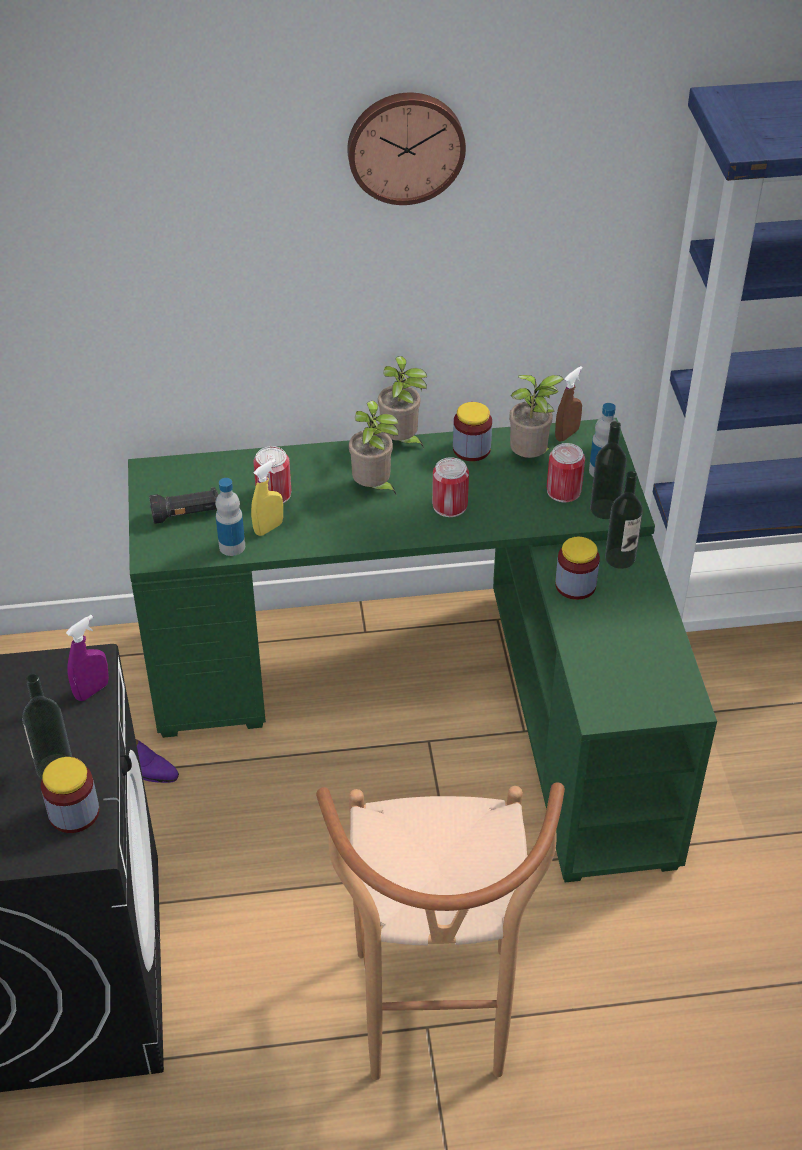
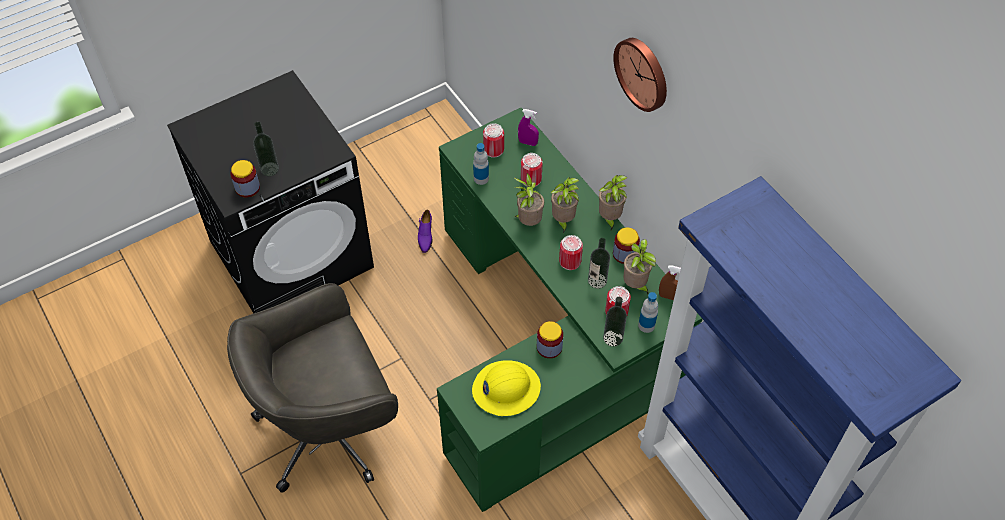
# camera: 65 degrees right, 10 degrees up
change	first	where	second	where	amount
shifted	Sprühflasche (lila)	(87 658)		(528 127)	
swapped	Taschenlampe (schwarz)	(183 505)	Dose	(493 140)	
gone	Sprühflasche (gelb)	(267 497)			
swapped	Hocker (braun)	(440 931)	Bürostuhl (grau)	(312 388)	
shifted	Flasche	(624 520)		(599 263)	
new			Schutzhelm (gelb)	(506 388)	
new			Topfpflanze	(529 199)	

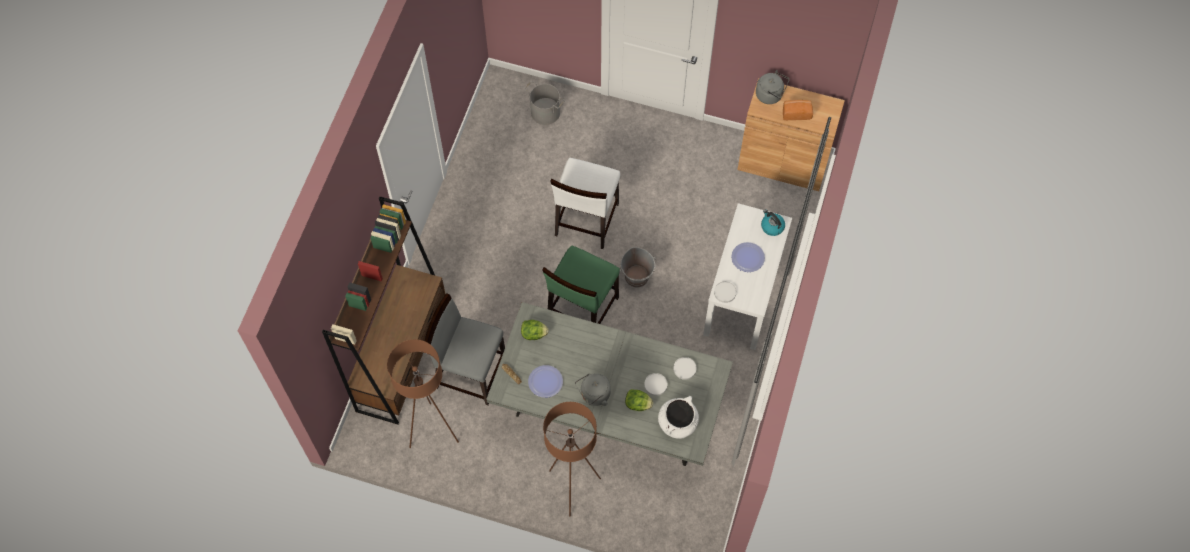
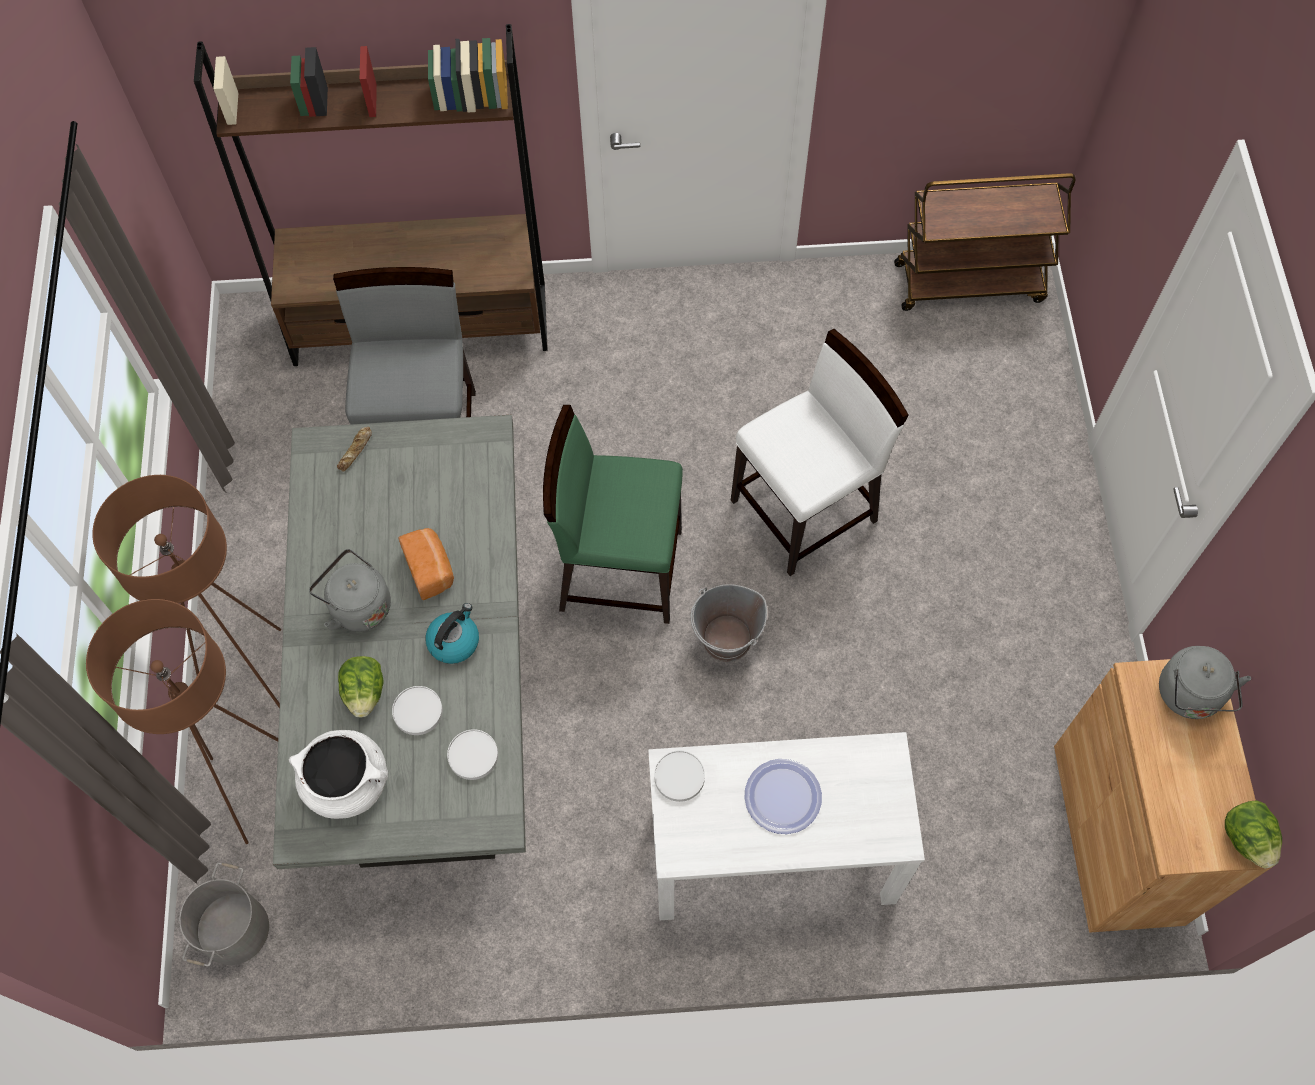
# camera: 70 degrees right, 0 degrees up
change	first	where	second	where	amount
shifted	Stehlampe (braun)	(423 393)		(182 721)	
shifted	Salatkopf	(535 330)		(1253 834)	
shifted	Eimer (grau)	(545 103)		(224 915)	
gone	Teller	(545 381)			
rotated	Stuhl (weiß)	(585 203)		(820 452)	150 degrees clockwise
shifted	Wasserkessel	(773 222)		(452 633)	
shifted	Brot	(798 110)		(426 564)	
new			Rollwagen (braun)	(985 242)	

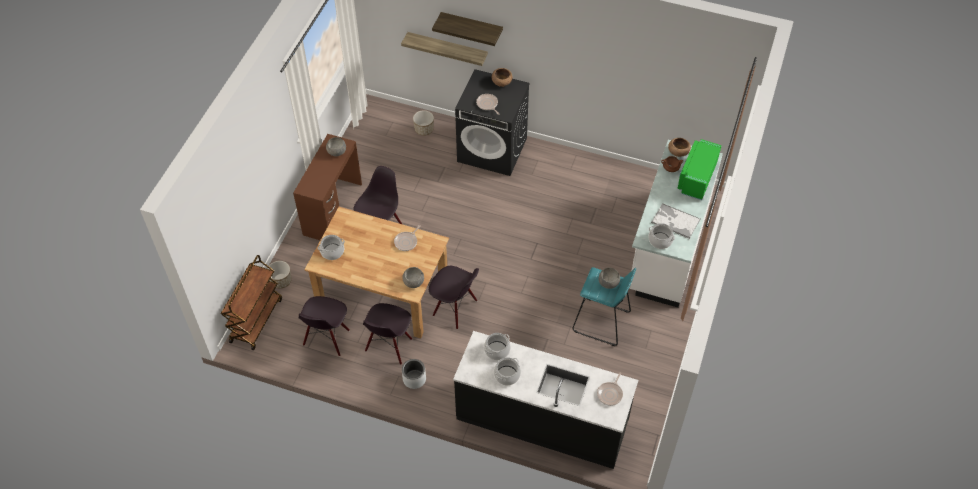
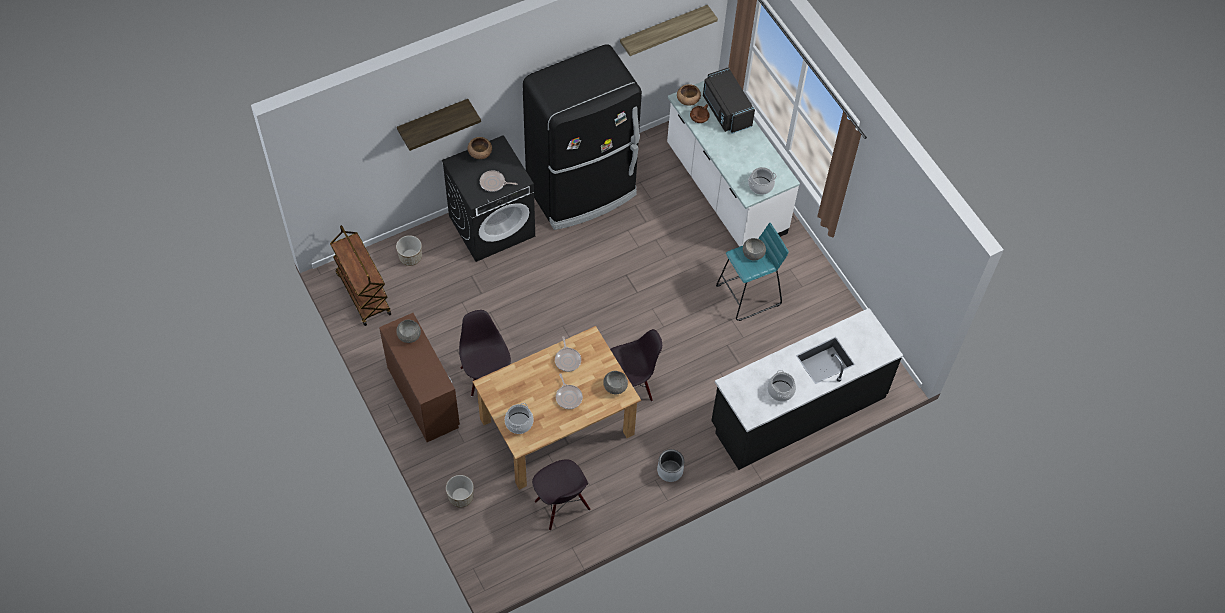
# camera: 50 degrees left, 5 degrees up
change	first	where	second	where	amount
shifted	Rollwagen (braun)	(251 302)		(360 275)	
gone	Stuhl (schwarz)	(387 334)			
shifted	Wandregal	(444 49)		(669 30)	
gone	Kochtopf	(497 346)			
shifted	Pfanne	(610 389)		(569 391)	
gone	Tablett	(676 221)			
repainted	Mikrowelle (grün)	(699 169)	Mikrowelle (schwarz)	(729 100)	
new			Kühlschrank (schwarz)	(582 137)	

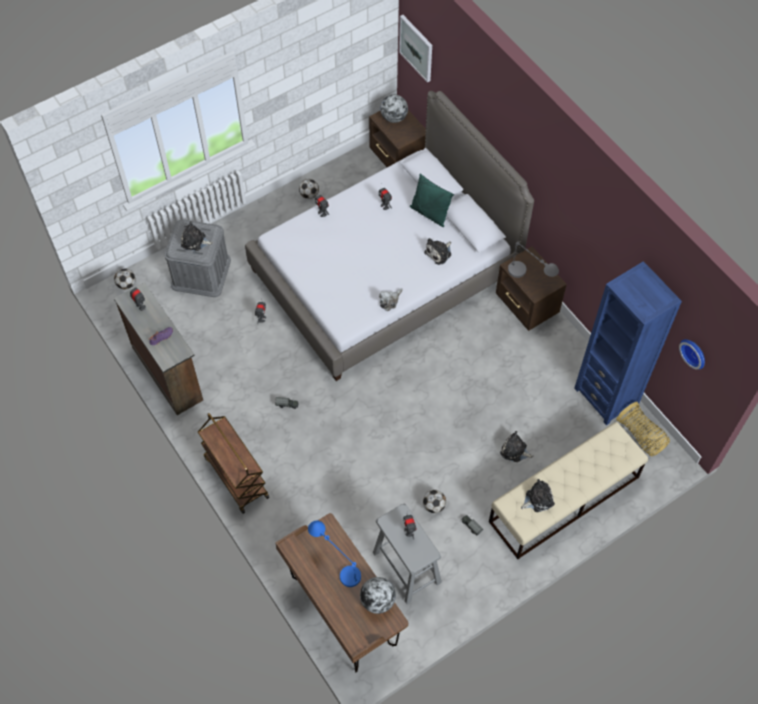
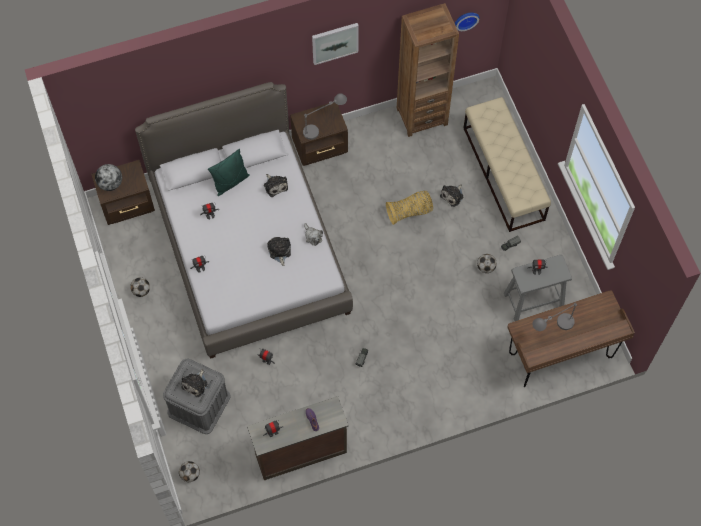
# camera: 75 degrees left, 5 degrees up
change	first	where	second	where	amount
gone	Rollwagen (braun)	(233 463)			
repainted	Tischlampe (blau)	(334 554)	Tischlampe (grau)	(554 317)	
gone	Globus	(378 595)			
shifted	Bild	(415 49)		(335 44)	
shifted	Plüschtier	(538 495)		(279 251)	
repainted	Bücherregal (blau)	(628 343)	Bücherregal (braun)	(428 70)	
shifted	Korb	(643 429)		(409 208)	

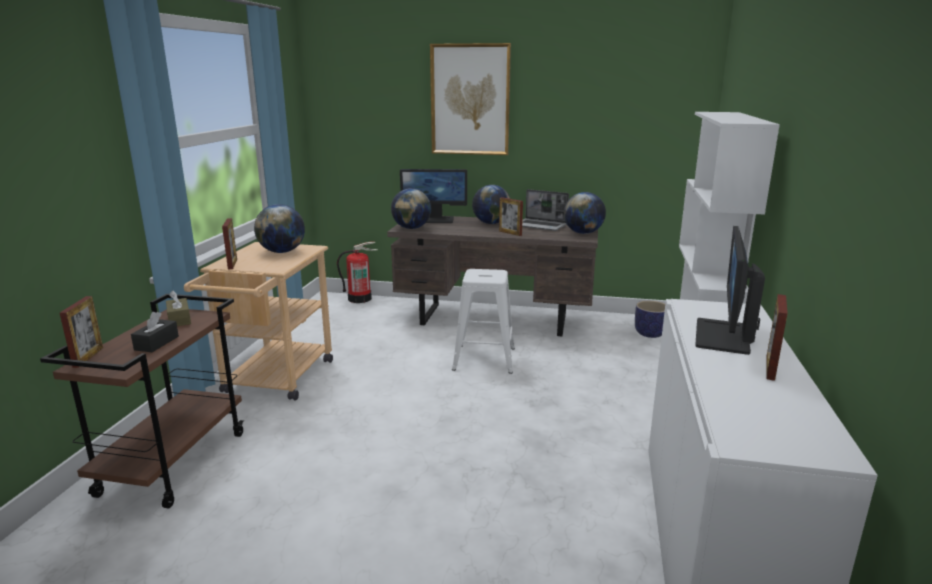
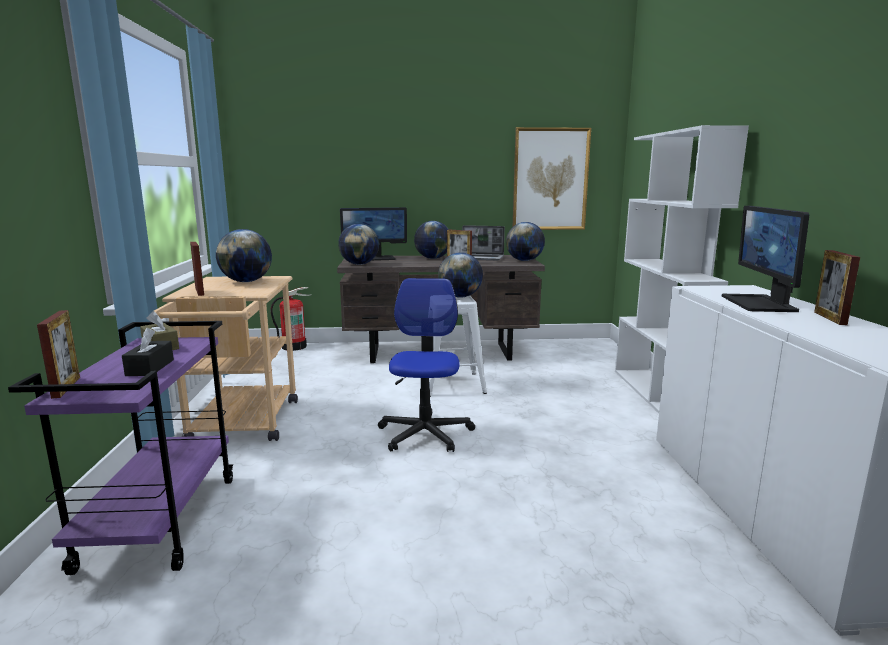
# camera: 15 degrees left, 5 degrees down
change	first	where	second	where	amount
repainted	Rollwagen (braun)	(142 401)	Rollwagen (lila)	(120 448)	
shifted	Bild	(470 99)		(552 178)	
gone	Pflanzkübel	(650 319)			
new			Bürostuhl	(426 365)	
new			Globus	(460 275)	

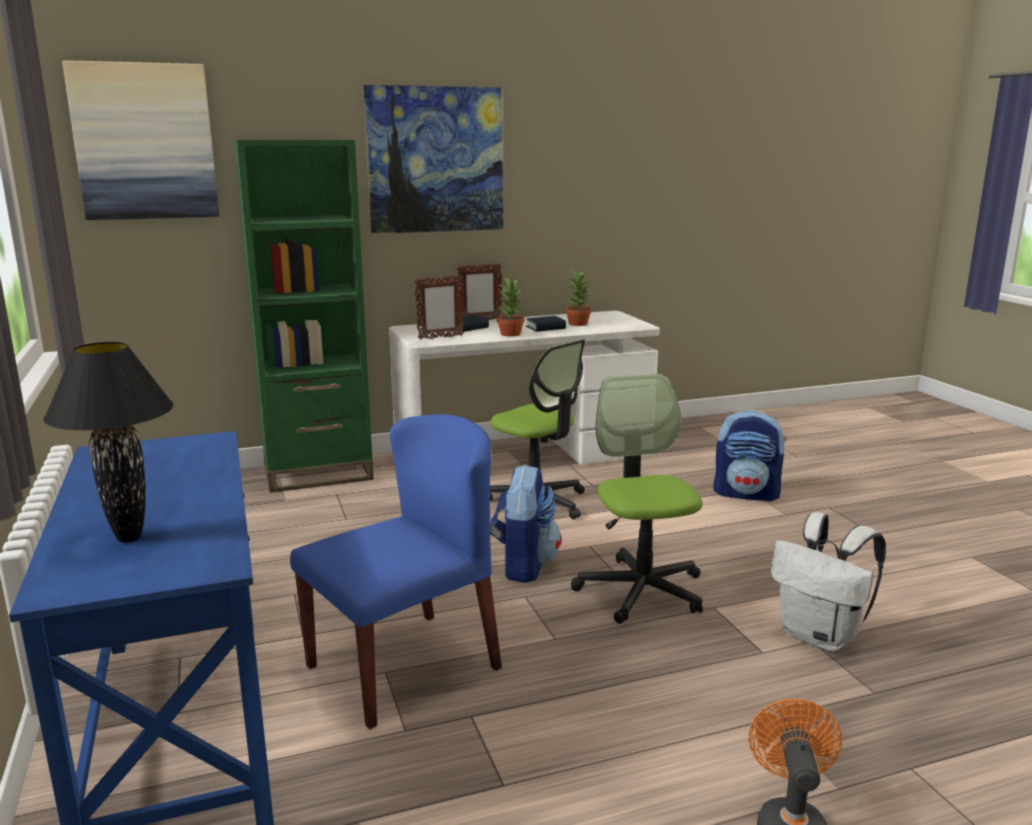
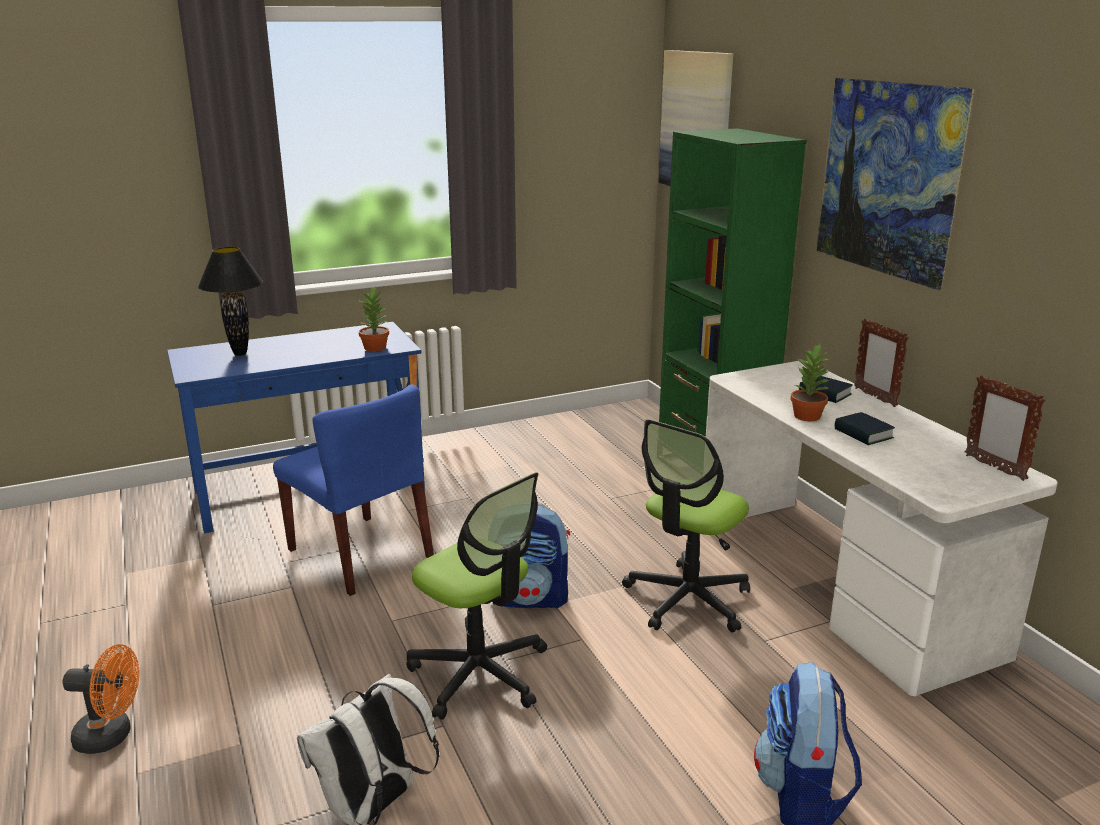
# camera: 85 degrees right, 5 degrees up
change	first	where	second	where	amount
shifted	Bilderrahmen	(439 307)		(1005 428)	
shifted	Topfpflanze	(579 298)		(373 318)	
rotated	Bürostuhl	(637 499)		(476 596)	60 degrees clockwise

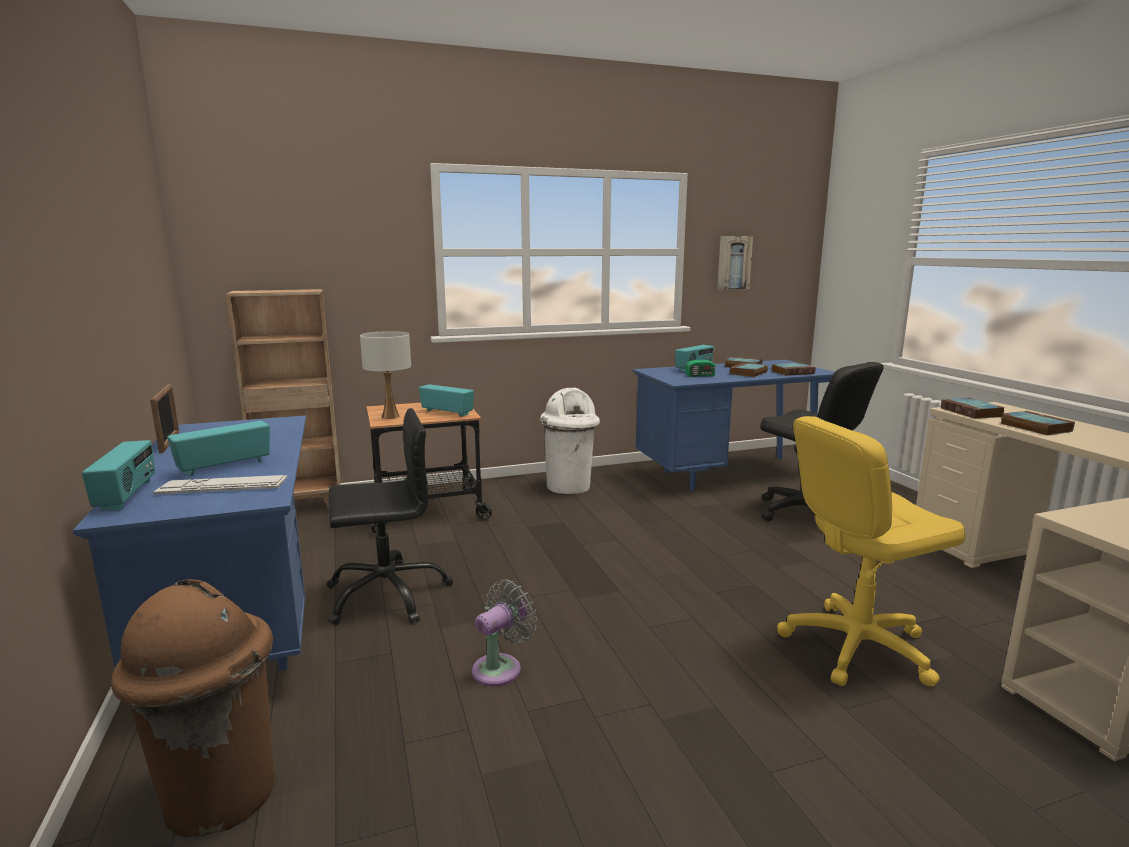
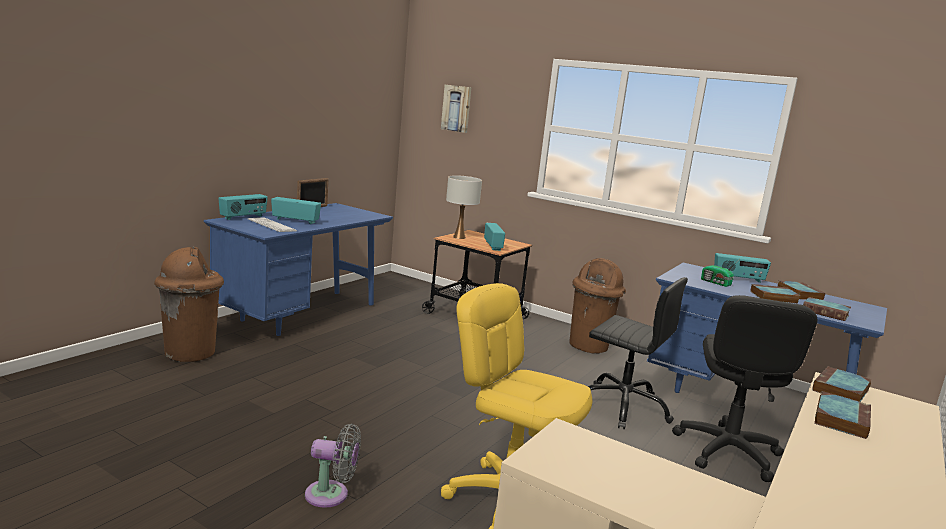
# camera: 50 degrees right, 0 degrees up
change	first	where	second	where	amount
gone	Bücherregal (braun)	(283 399)			
shifted	Bürostuhl (schwarz)	(390 516)		(638 353)	
shifted	Ventilator (grau)	(504 633)		(333 466)	
repainted	Mülleimer (weiß)	(570 441)	Mülleimer (braun)	(597 306)	
shifted	Bild	(735 263)		(456 109)	

